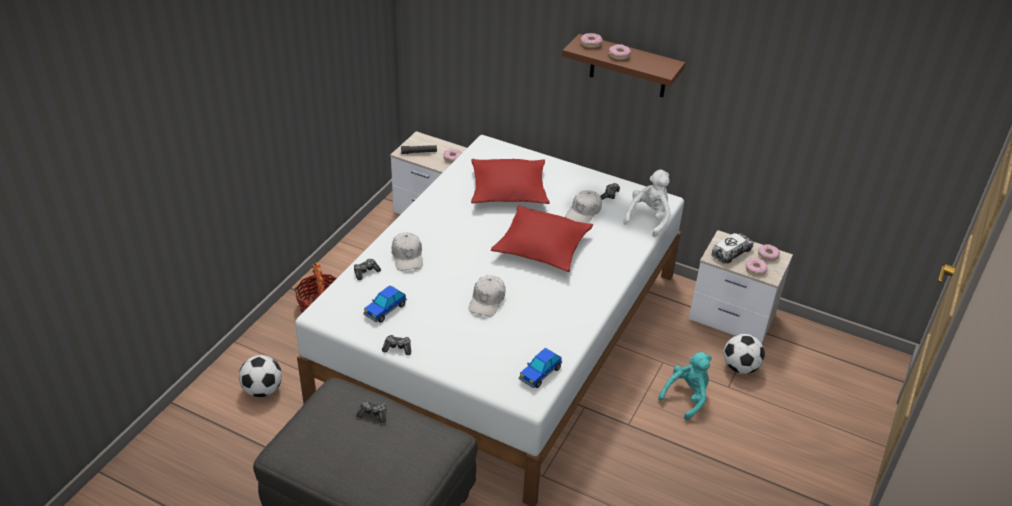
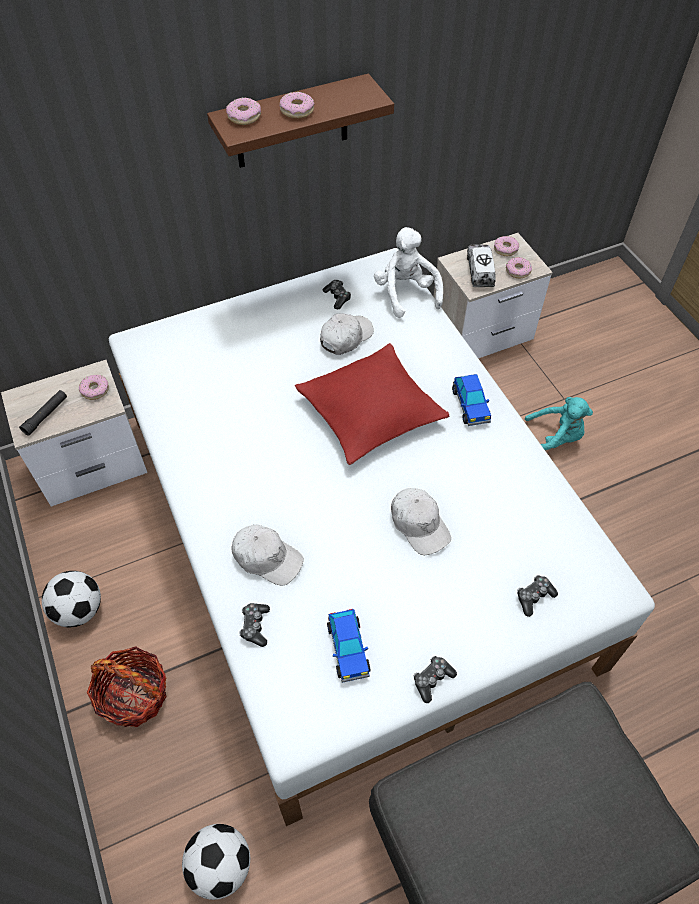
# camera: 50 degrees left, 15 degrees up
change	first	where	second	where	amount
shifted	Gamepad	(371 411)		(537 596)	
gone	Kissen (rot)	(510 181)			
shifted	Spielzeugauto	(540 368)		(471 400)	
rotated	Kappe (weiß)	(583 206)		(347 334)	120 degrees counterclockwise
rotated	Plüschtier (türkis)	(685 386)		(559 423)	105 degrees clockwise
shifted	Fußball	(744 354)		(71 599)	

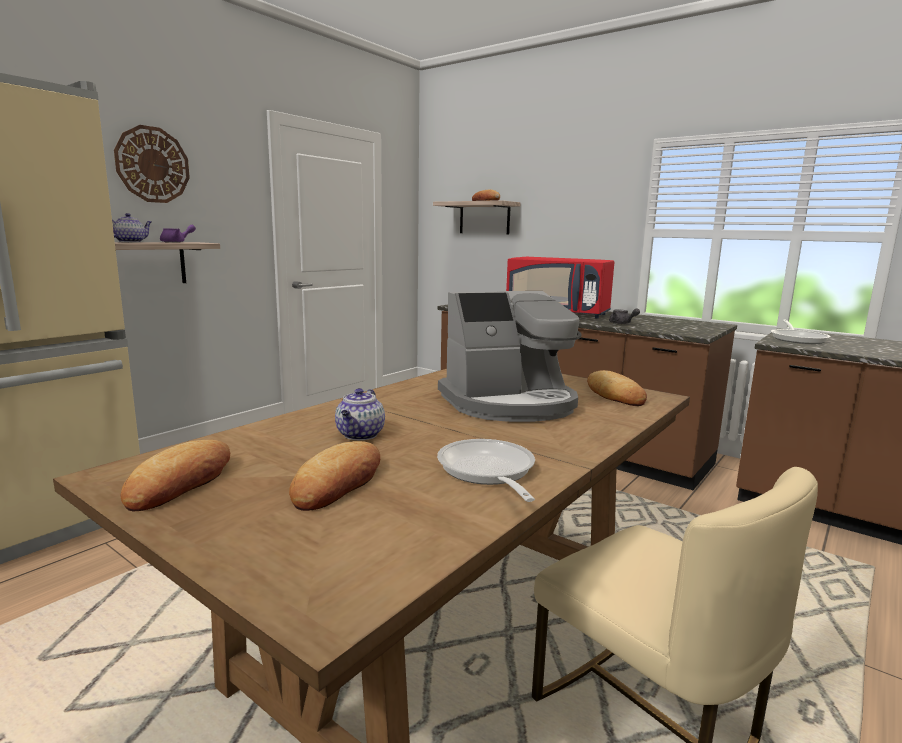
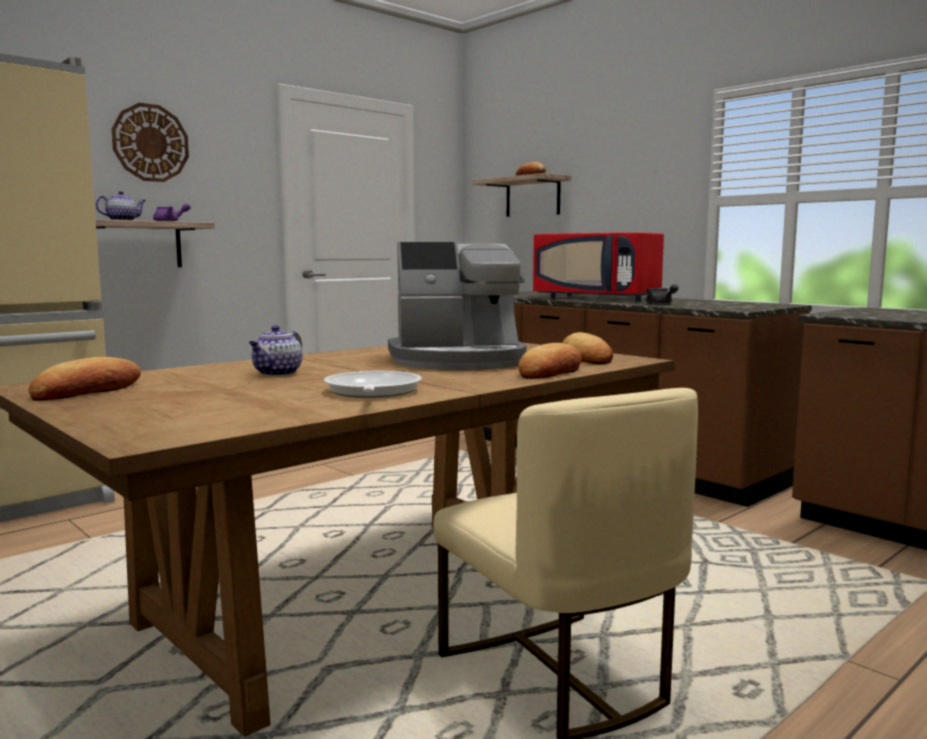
# camera: 10 degrees right, 5 degrees down
change	first	where	second	where	amount
shifted	Brot	(334 476)		(550 361)	
gone	Pfanne	(801 332)			

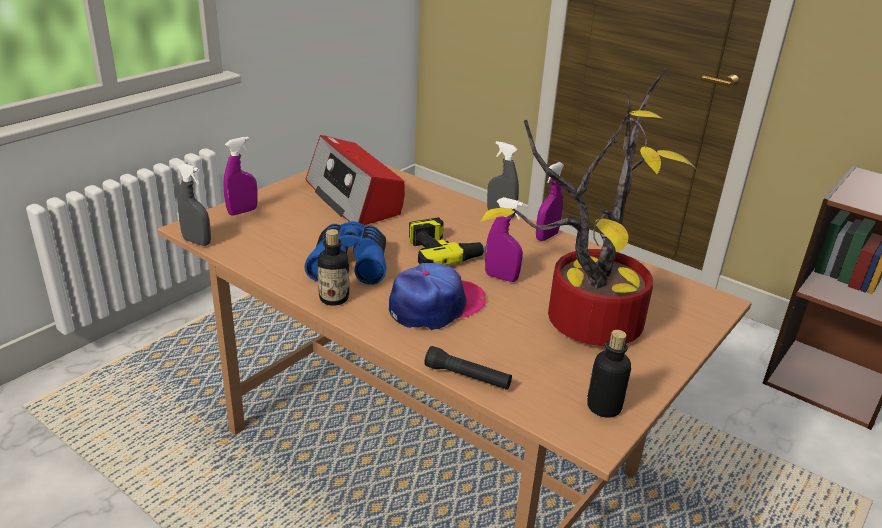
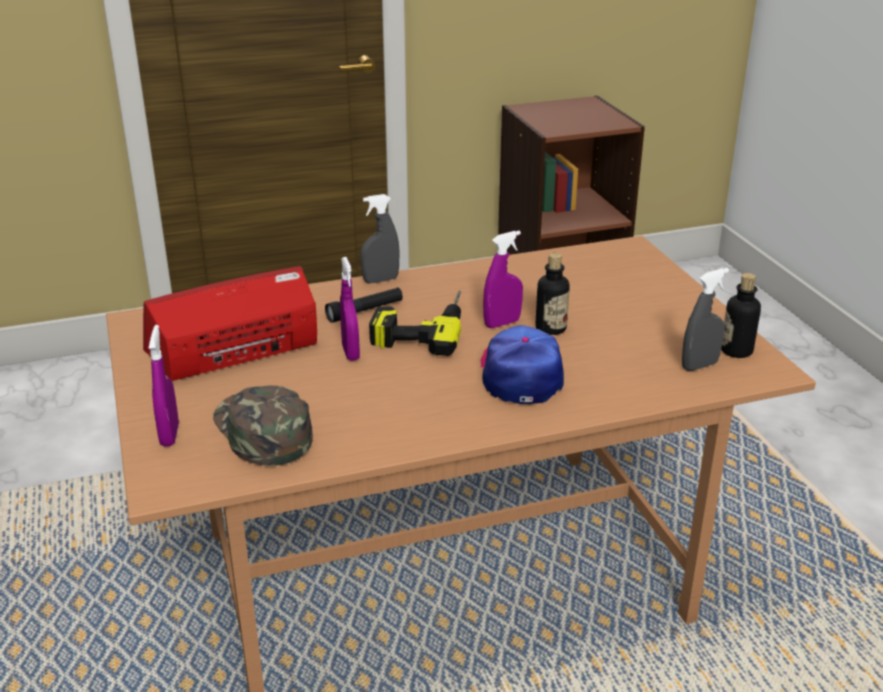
# camera: 55 degrees left, 0 degrees up
change	first	where	second	where	amount
shifted	Sprühflasche (grau)	(194 204)		(705 319)	
gone	Fernglas (blau)	(345 253)			
rotated	Radio	(355 180)		(230 323)	150 degrees clockwise
shifted	Flasche	(333 267)		(552 294)	
shifted	Taschenlampe (schwarz)	(468 368)		(364 305)	
gone	Topfpflanze	(589 207)			
shifted	Sprühflasche (lila)	(550 201)		(350 309)	
new			Kappe (grün)	(263 425)	

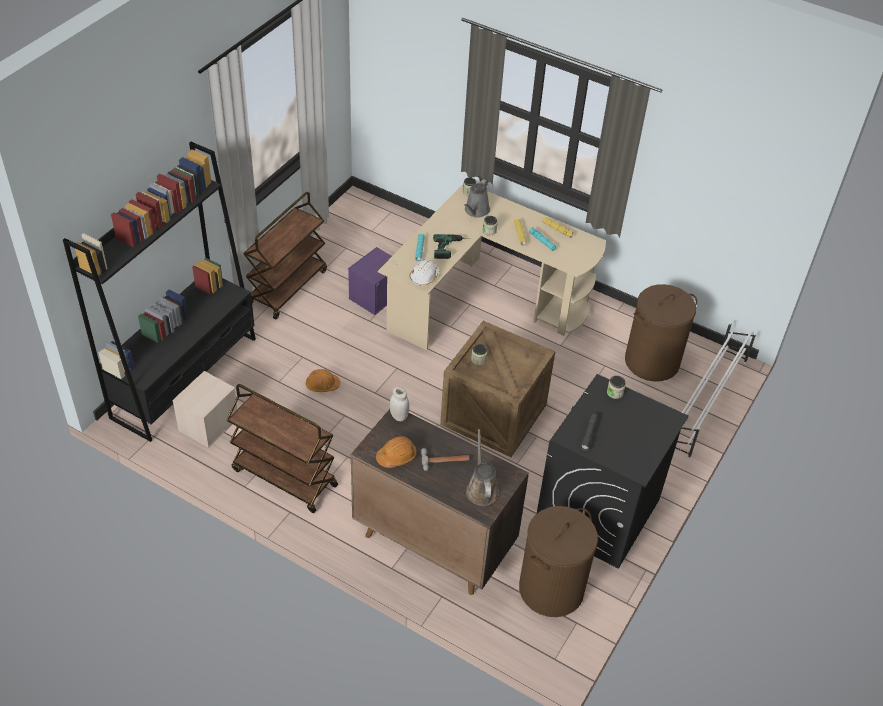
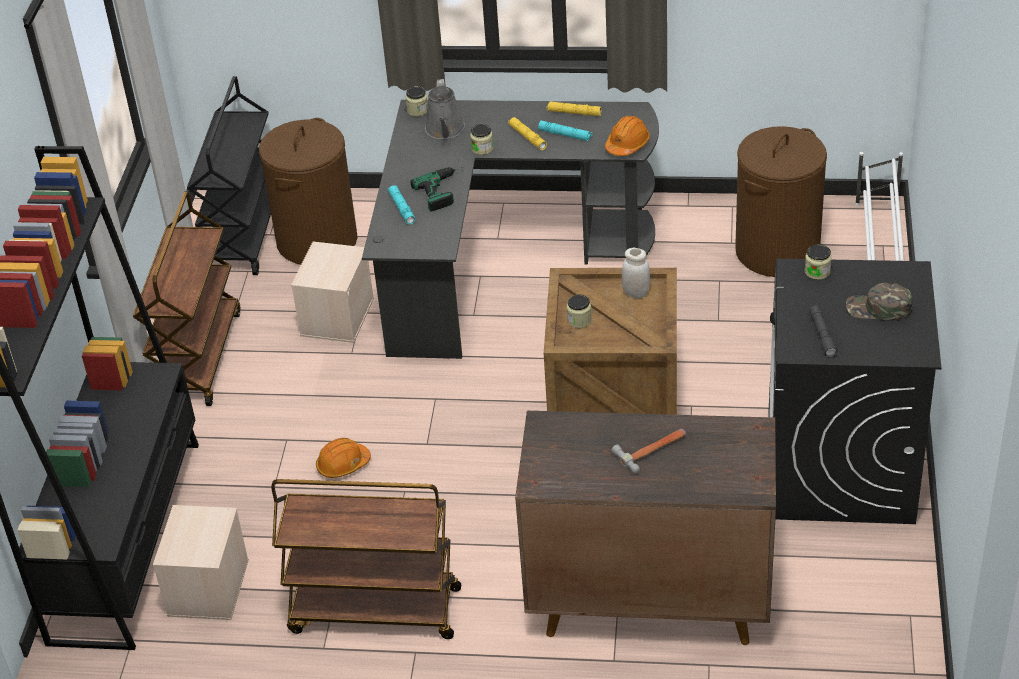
# camera: 20 degrees left, 5 degrees down
change	first	where	second	where	amount
repainted	Aufbewahrungsbox (lila)	(370 281)	Aufbewahrungsbox (beige)	(332 292)	
shifted	Schutzhelm (orange)	(396 452)		(627 136)	
repainted	Schreibtisch (beige)	(492 267)	Schreibtisch (schwarz)	(510 229)	
shifted	Vorratsglas (weiß)	(399 404)		(636 273)	
gone	Schutzhelm (weiß)	(424 272)			
gone	Gießkanne (braun)	(482 467)			
shifted	Wäschekorb (braun)	(558 561)		(308 191)	
new			Rollwagen (schwarz)	(229 175)	
new			Kappe (grün)	(879 302)	

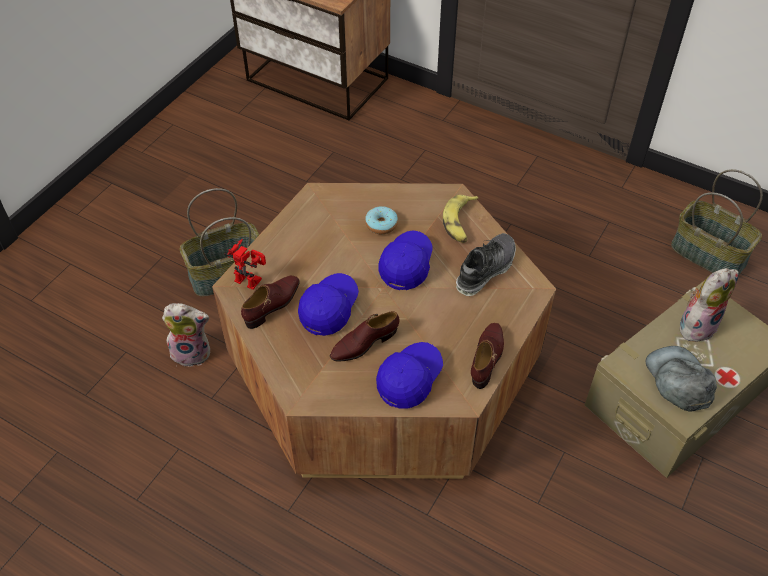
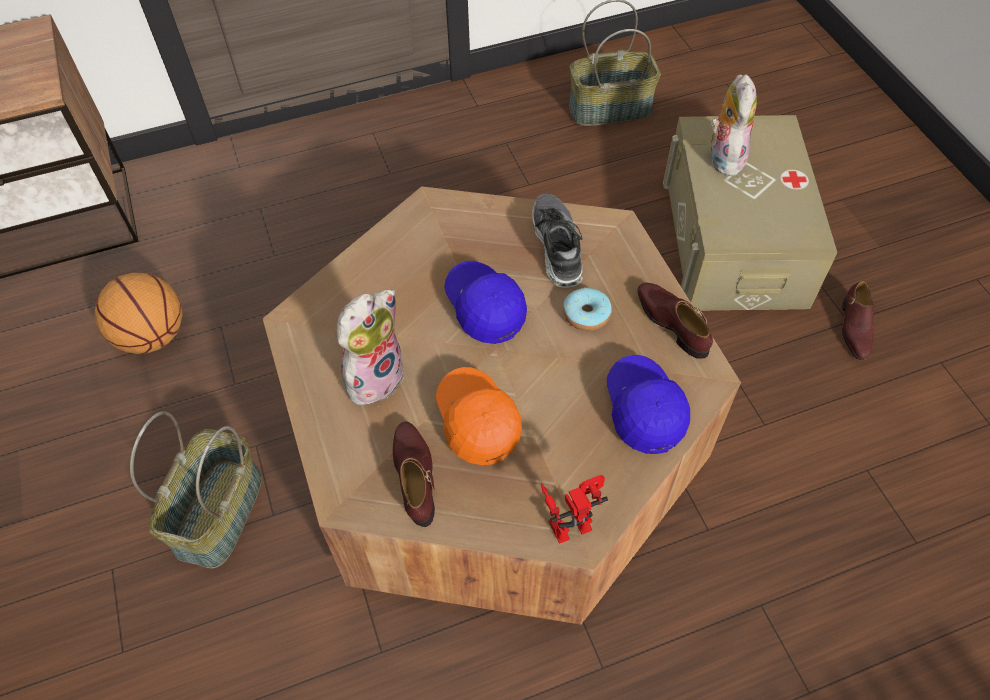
# camera: 50 degrees left, 5 degrees up
change	first	where	second	where	amount
shifted	Plüschtier	(186 335)		(371 348)	
shifted	Spielzeugroboter	(245 264)		(574 509)	
repainted	Kappe (blau)	(328 304)	Kappe (orange)	(479 416)	
shifted	Schuh (braun)	(364 336)		(858 320)	
shifted	Donut	(381 220)		(587 309)	
gone	Banane	(461 219)			
gone	Kappe (grau)	(681 379)			
new			Basketball	(139 313)	

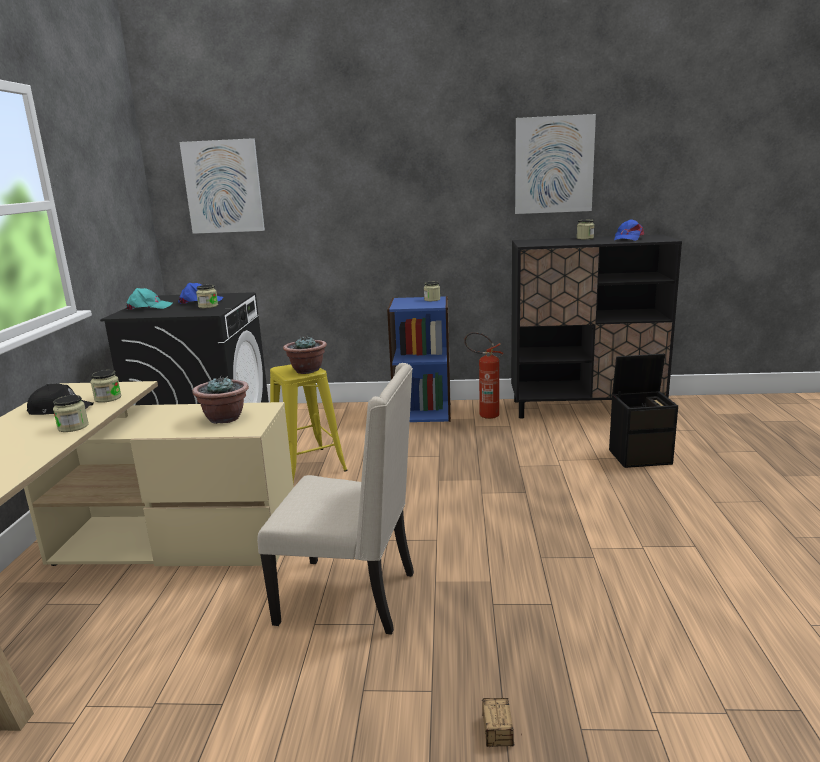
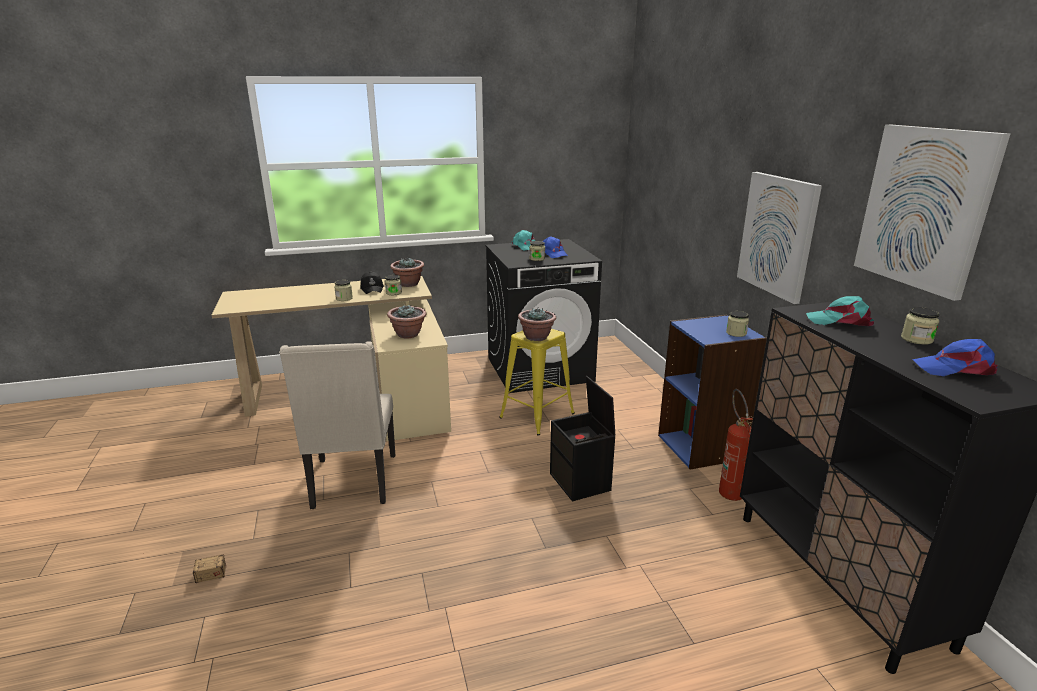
# camera: 70 degrees right, 5 degrees up
change	first	where	second	where	amount
shifted	Bild	(222 186)		(779 238)	
shifted	Aufbewahrungsbox (schwarz)	(643 411)		(582 438)	
new			Topfpflanze	(407 272)	
new			Kappe (türkis)	(840 311)	

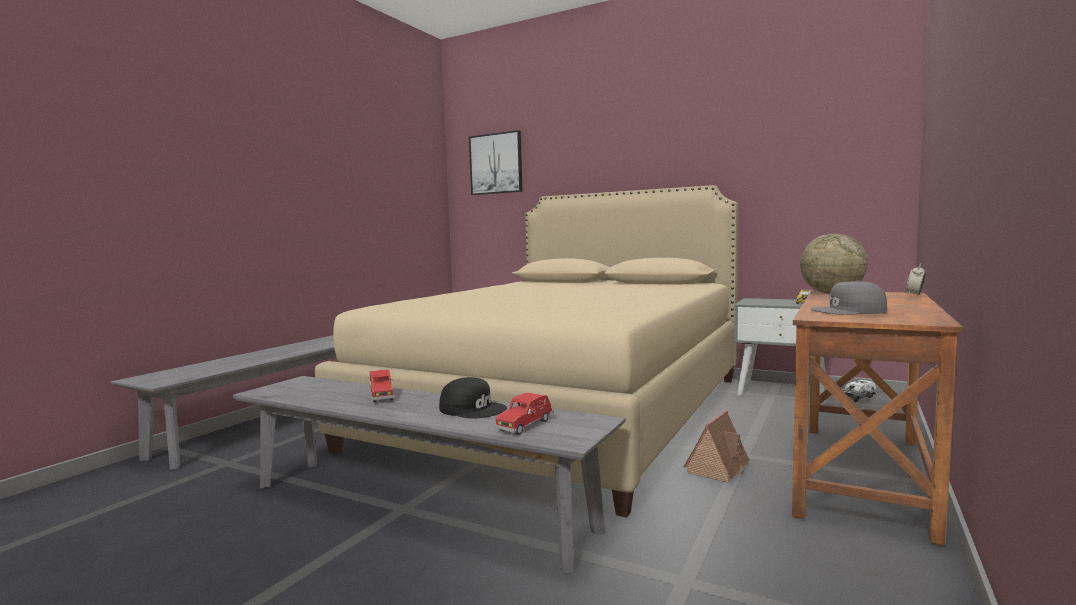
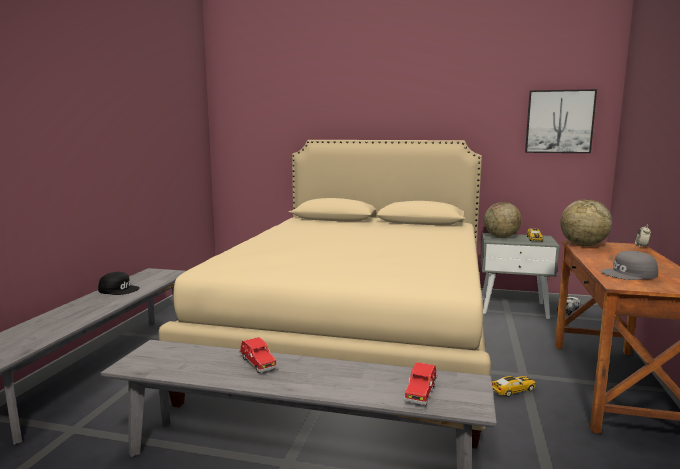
# camera: 15 degrees left, 5 degrees up
change	first	where	second	where	amount
shifted	Kappe (schwarz)	(473 397)		(119 283)	
shifted	Bild	(496 162)		(561 121)	
swapped	Spielzeughaus	(716 446)	Spielzeugauto	(513 386)	
new			Globus	(502 220)	

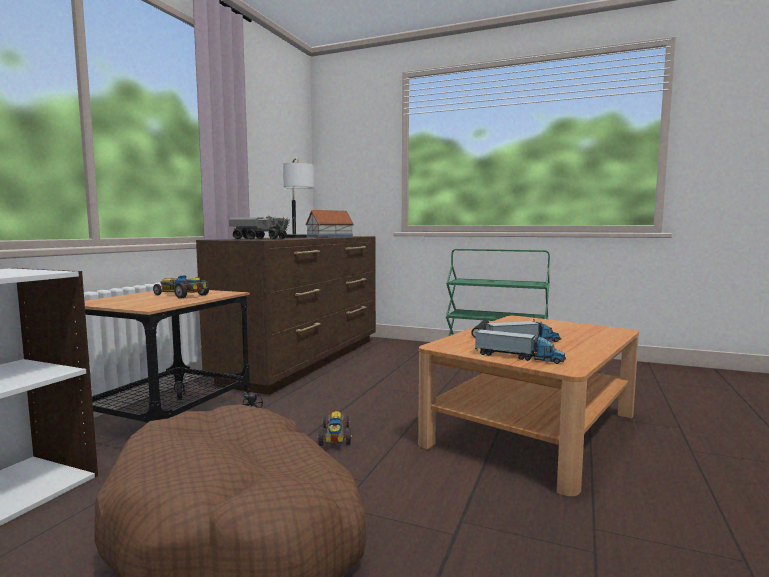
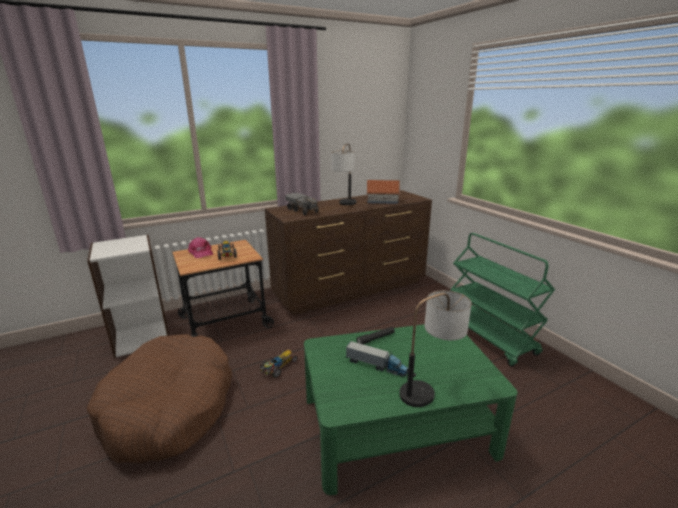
# camera: 40 degrees right, 15 degrees up
change	first	where	second	where	amount
repainted	Couchtisch (braun)	(528 406)	Couchtisch (grün)	(411 409)	
gone	Spielzeuglaster	(520 346)			
new			Kappe (rosa)	(200 247)	
new			Tischlampe	(435 348)	

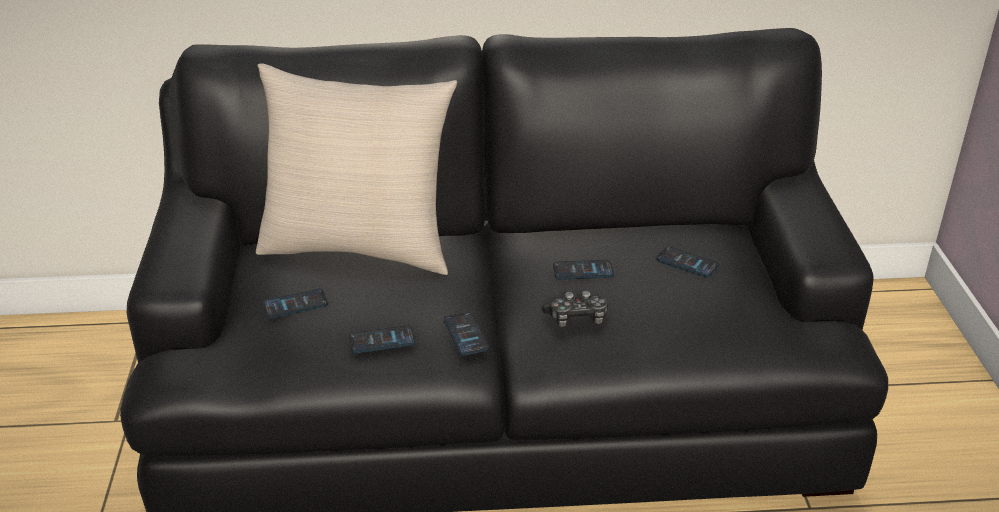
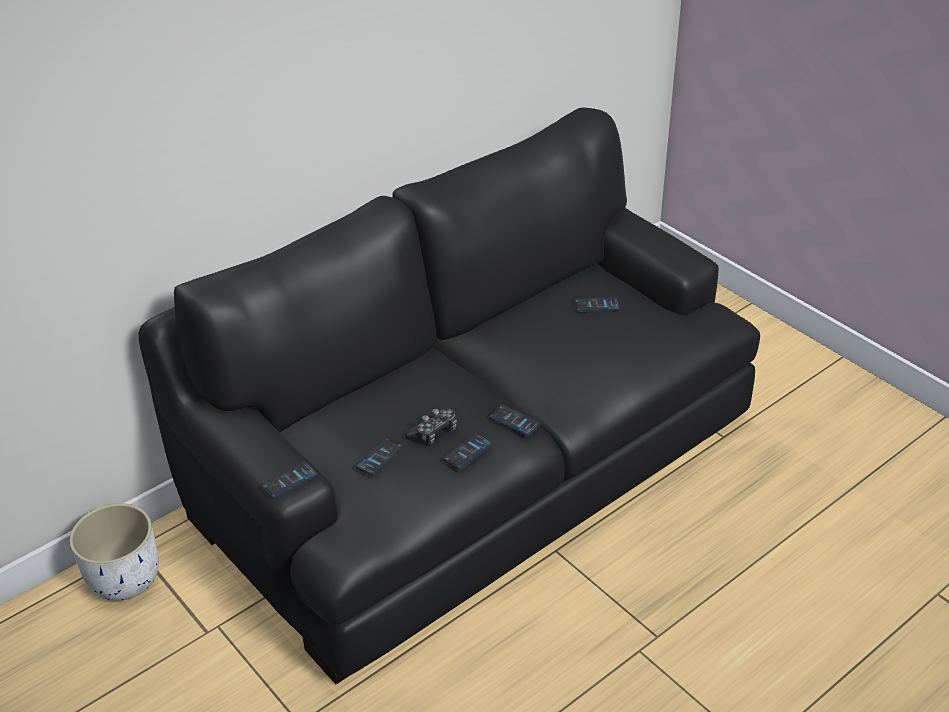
# camera: 35 degrees left, 5 degrees up
change	first	where	second	where	amount
gone	Kissen (beige)	(356 169)			
shifted	Gamepad	(575 309)		(431 426)	
shifted	Handy	(583 270)		(289 480)	
new			Pflanzkübel (weiß)	(114 552)	

